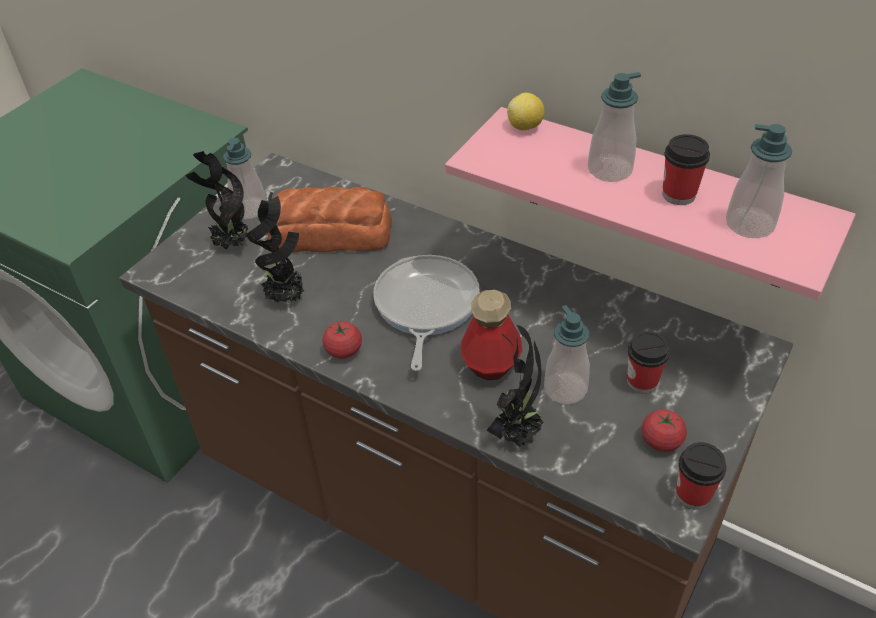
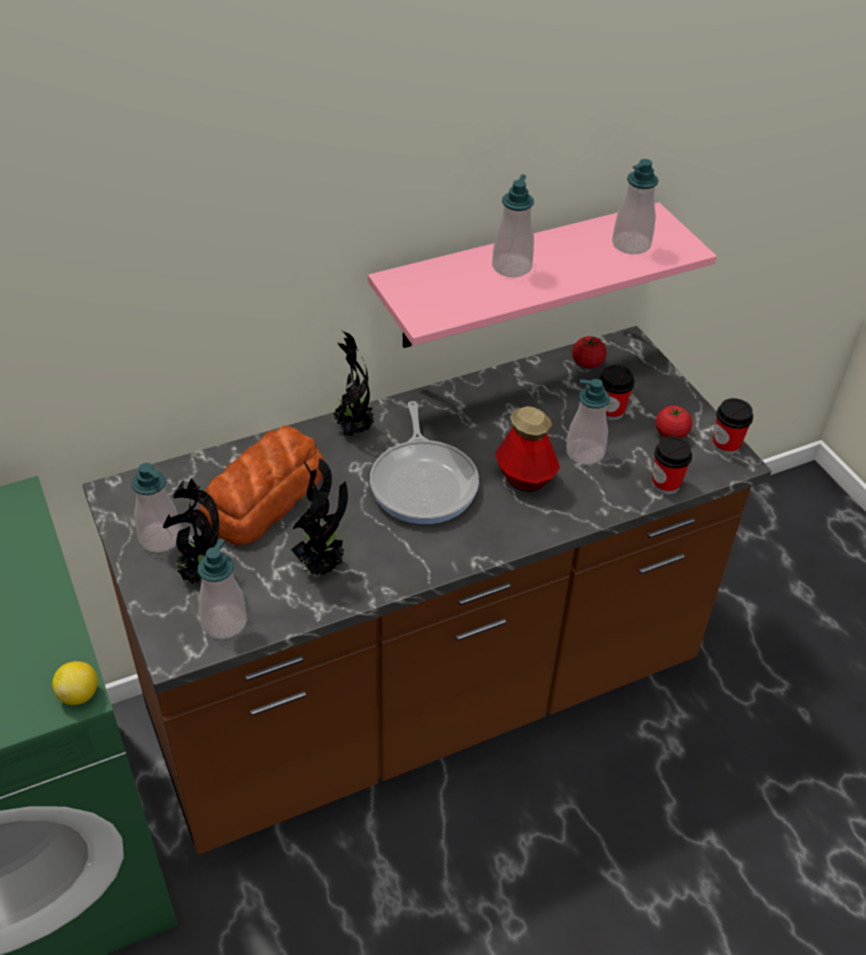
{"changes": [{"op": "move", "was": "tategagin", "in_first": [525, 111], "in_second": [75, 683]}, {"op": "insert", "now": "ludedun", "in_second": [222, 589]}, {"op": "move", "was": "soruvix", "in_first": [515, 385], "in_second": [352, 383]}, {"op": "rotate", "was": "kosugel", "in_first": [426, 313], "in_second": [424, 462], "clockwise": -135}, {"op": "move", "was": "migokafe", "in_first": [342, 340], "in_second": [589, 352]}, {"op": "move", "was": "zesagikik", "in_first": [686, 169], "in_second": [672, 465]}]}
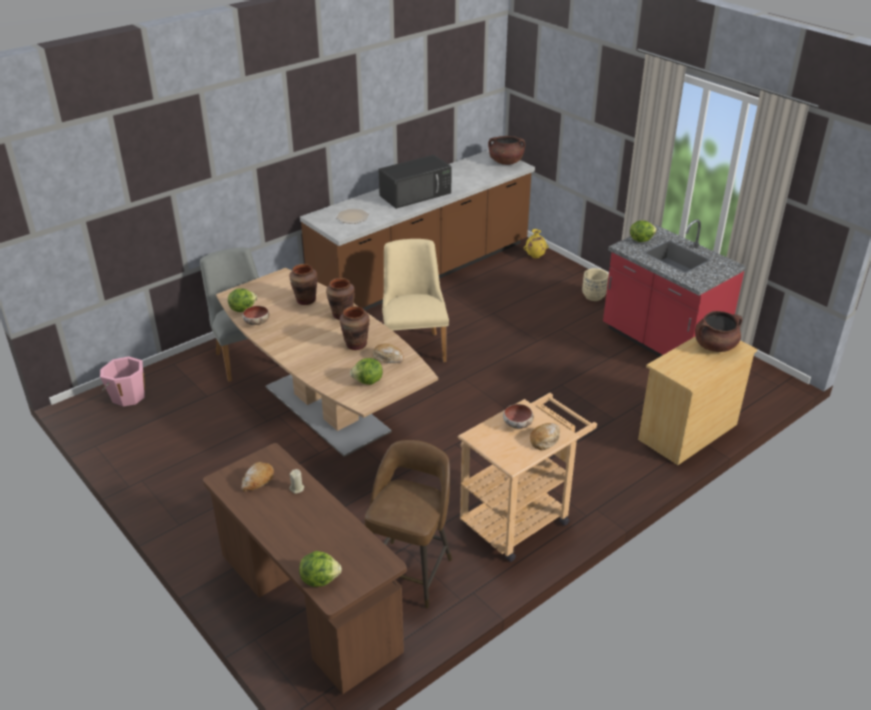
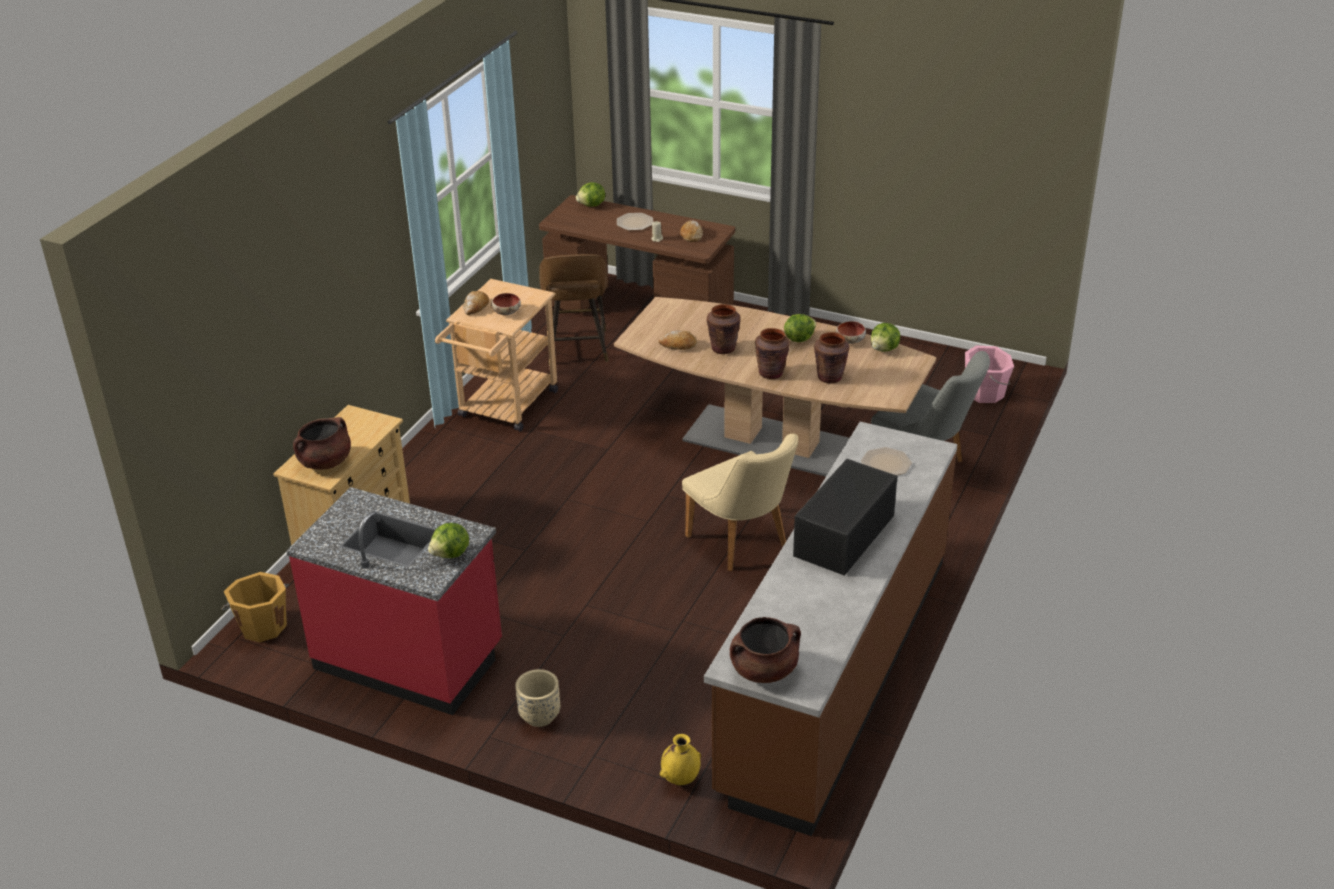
{"changes": [{"op": "insert", "now": "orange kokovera", "in_second": [255, 607]}, {"op": "insert", "now": "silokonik", "in_second": [635, 221]}, {"op": "move", "was": "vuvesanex", "in_first": [366, 371], "in_second": [800, 328]}]}
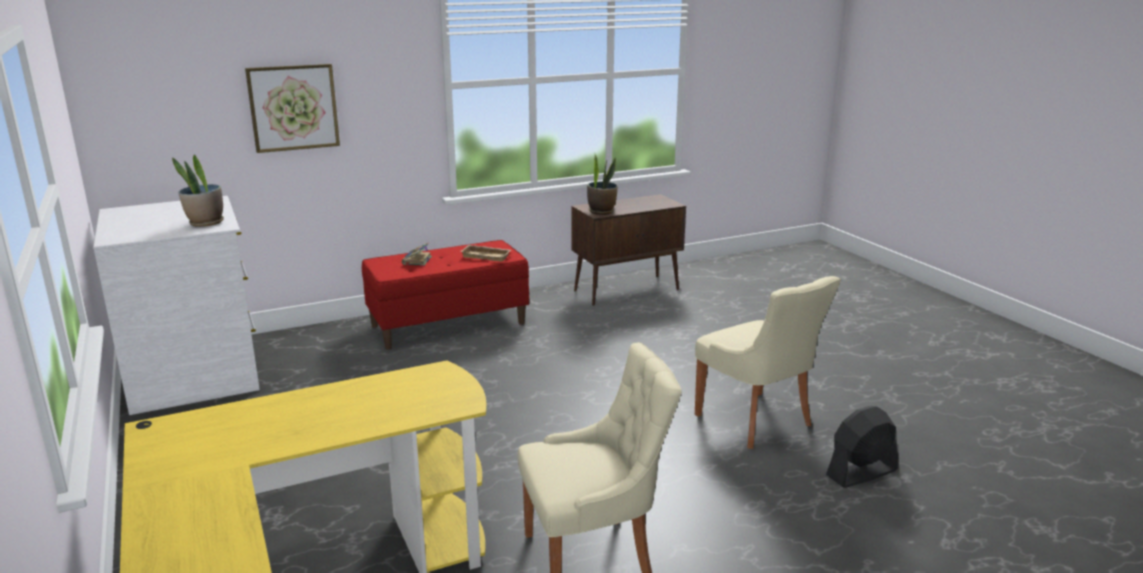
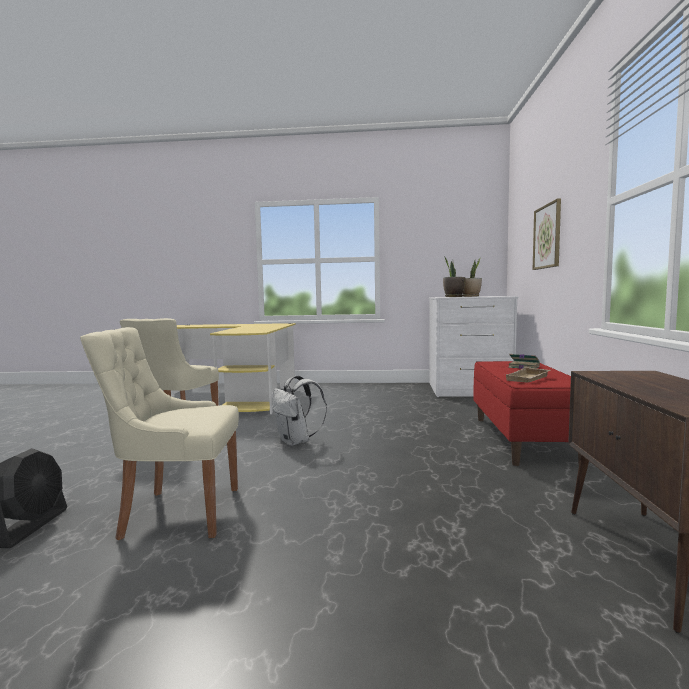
{"changes": [{"op": "insert", "now": "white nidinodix", "in_second": [299, 411]}, {"op": "move", "was": "soruvix", "in_first": [602, 184], "in_second": [472, 278]}]}
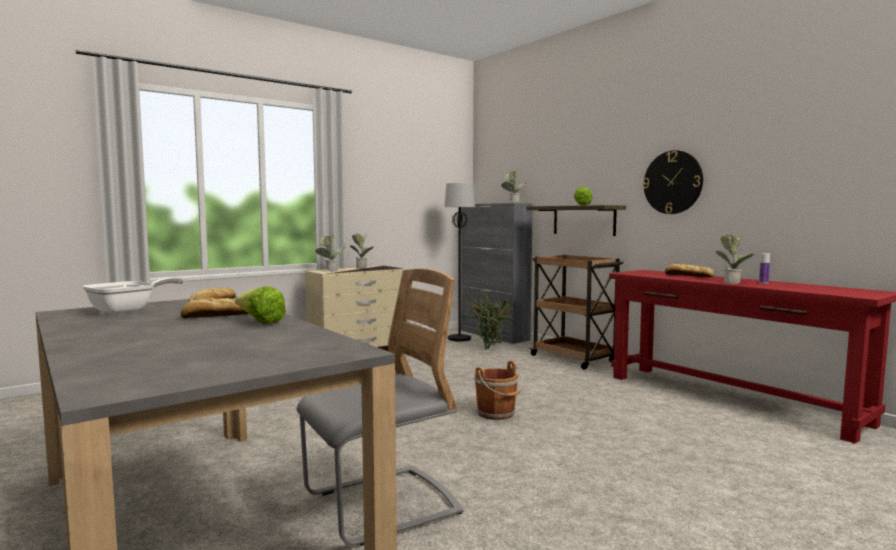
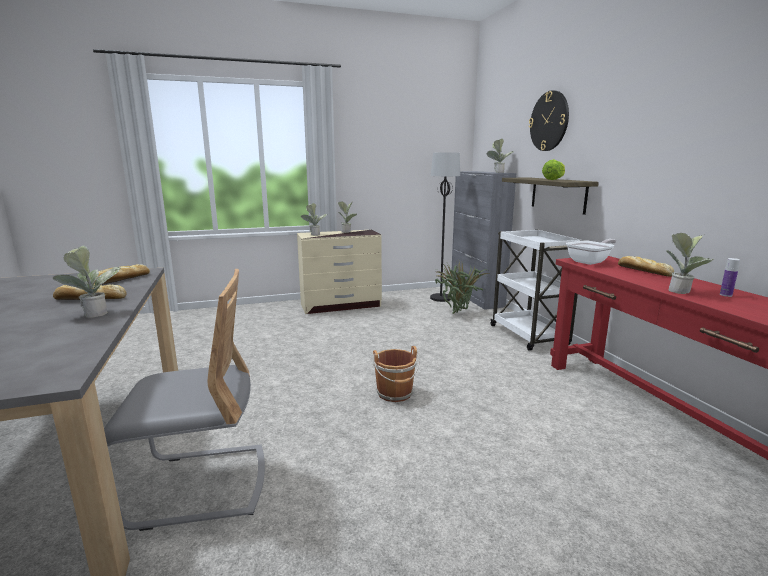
{"changes": [{"op": "replace", "was": "vuvesanex", "now": "soruvix", "in_first": [260, 305], "in_second": [87, 281]}, {"op": "recolor", "was": "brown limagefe", "now": "white limagefe", "in_first": [576, 312], "in_second": [535, 290]}, {"op": "move", "was": "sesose", "in_first": [673, 182], "in_second": [549, 120]}, {"op": "move", "was": "kosugel", "in_first": [133, 295], "in_second": [591, 252]}]}
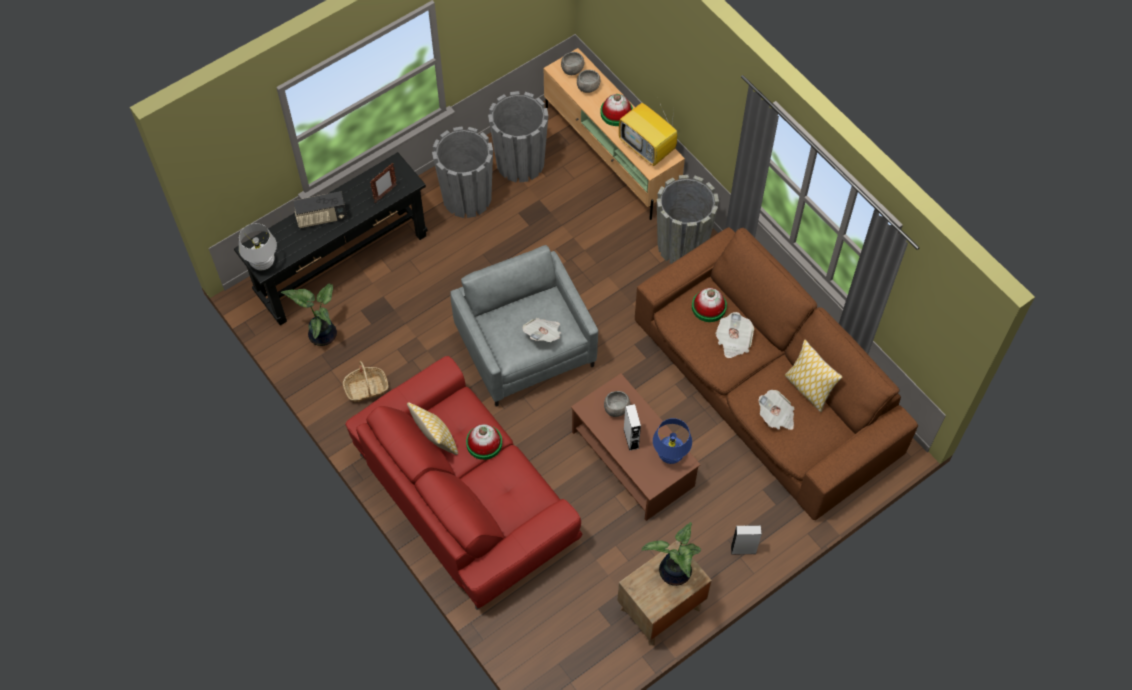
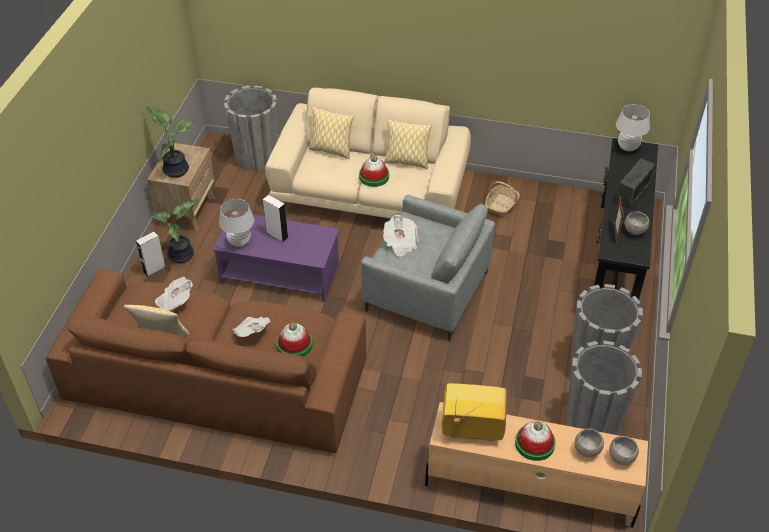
{"changes": [{"op": "move", "was": "soruvix", "in_first": [309, 315], "in_second": [175, 231]}, {"op": "recolor", "was": "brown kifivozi", "now": "purple kifivozi", "in_first": [636, 447], "in_second": [276, 256]}, {"op": "recolor", "was": "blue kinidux", "now": "white kinidux", "in_first": [672, 441], "in_second": [236, 223]}, {"op": "move", "was": "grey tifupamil", "in_first": [688, 219], "in_second": [251, 128]}, {"op": "recolor", "was": "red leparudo", "now": "beige leparudo", "in_first": [464, 483], "in_second": [368, 153]}, {"op": "insert", "now": "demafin", "in_second": [331, 132]}, {"op": "move", "was": "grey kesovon", "in_first": [617, 404], "in_second": [636, 223]}]}
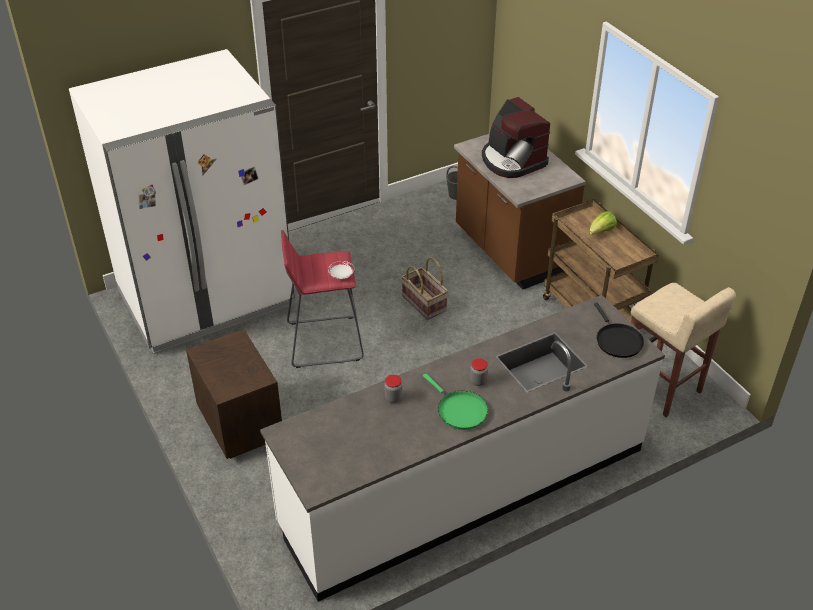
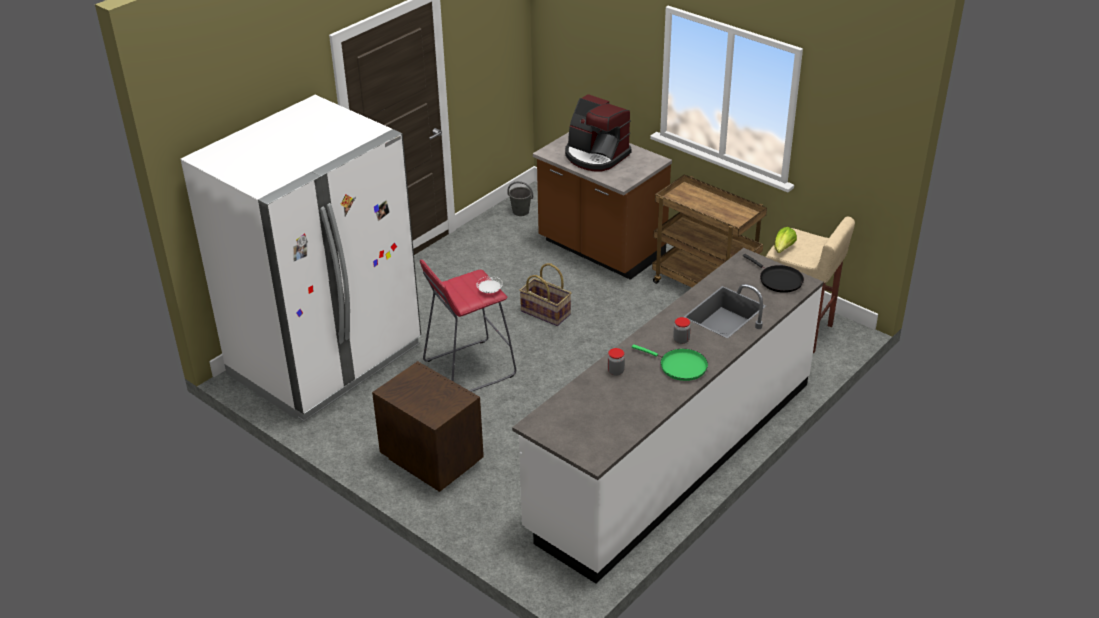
{"changes": [{"op": "move", "was": "vuvesanex", "in_first": [603, 223], "in_second": [785, 240]}]}
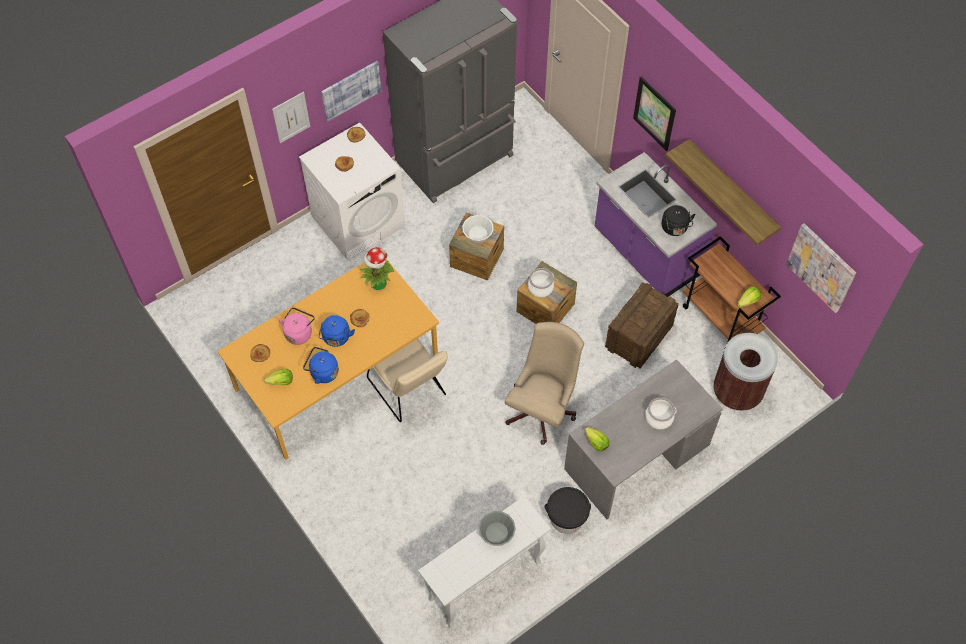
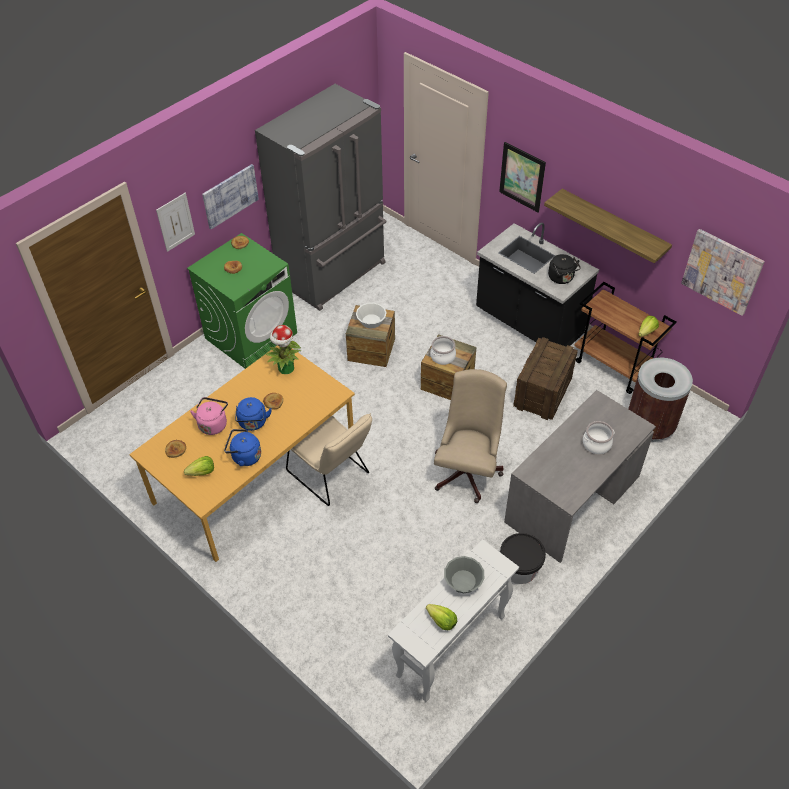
{"changes": [{"op": "recolor", "was": "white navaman", "now": "green navaman", "in_first": [352, 191], "in_second": [242, 301]}, {"op": "move", "was": "vuvesanex", "in_first": [597, 439], "in_second": [441, 617]}, {"op": "recolor", "was": "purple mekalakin", "now": "black mekalakin", "in_first": [656, 224], "in_second": [537, 285]}]}
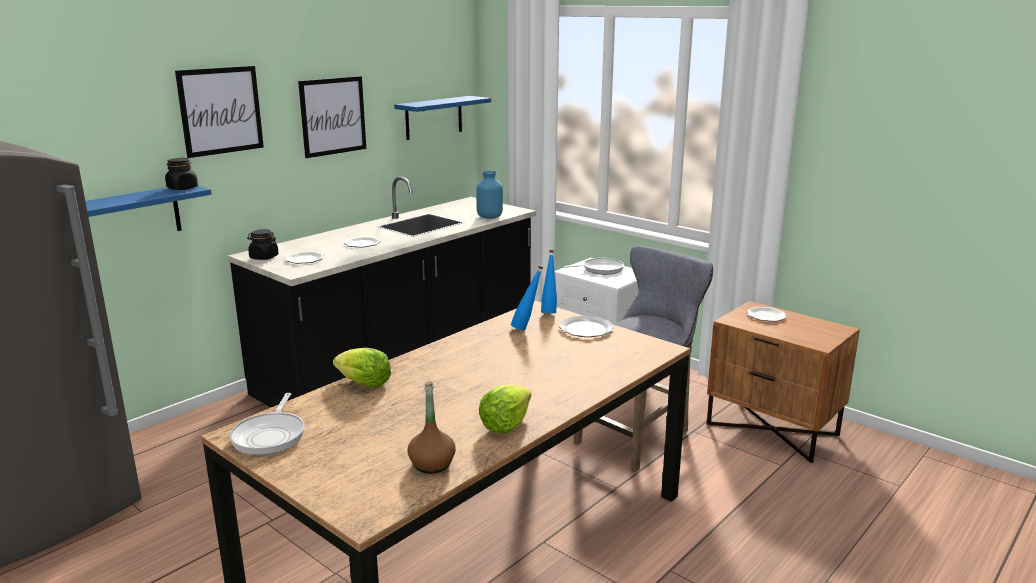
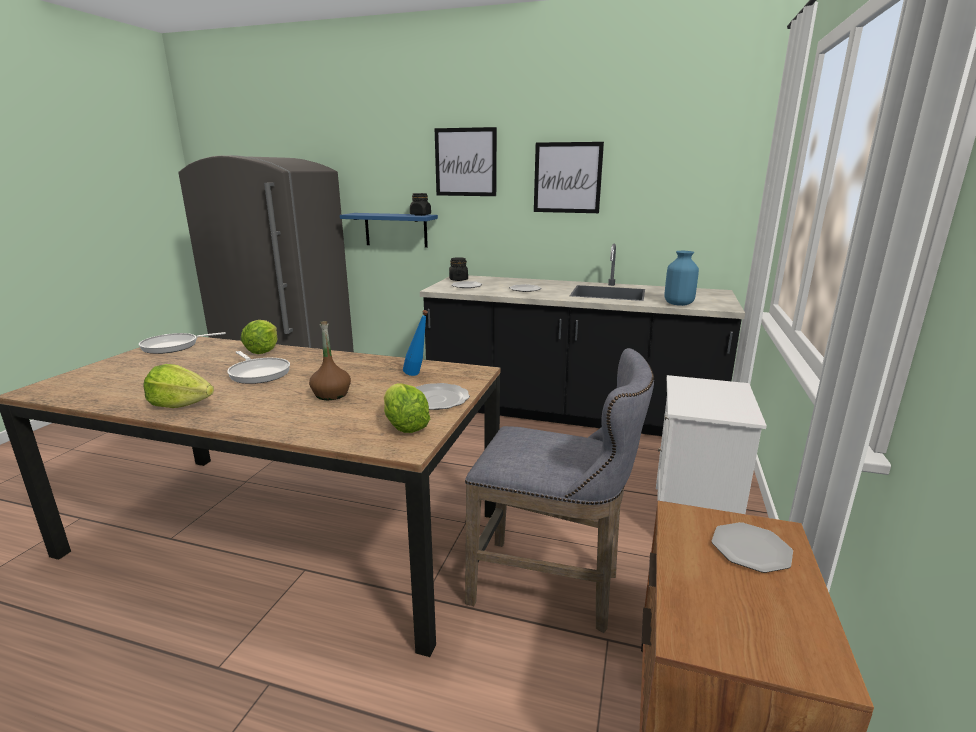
{"changes": [{"op": "move", "was": "kosugel", "in_first": [594, 266], "in_second": [258, 367]}, {"op": "move", "was": "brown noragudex", "in_first": [431, 427], "in_second": [330, 360]}, {"op": "insert", "now": "vuvesanex", "in_second": [407, 408]}, {"op": "delete", "was": "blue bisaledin", "in_first": [442, 118]}, {"op": "delete", "was": "blue noragudex", "in_first": [549, 281]}]}
